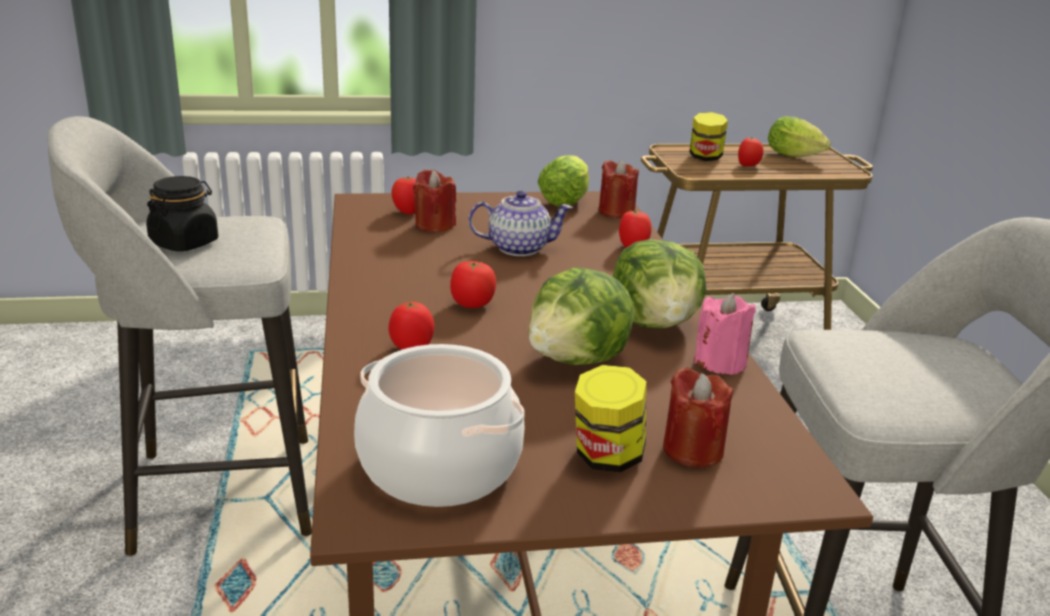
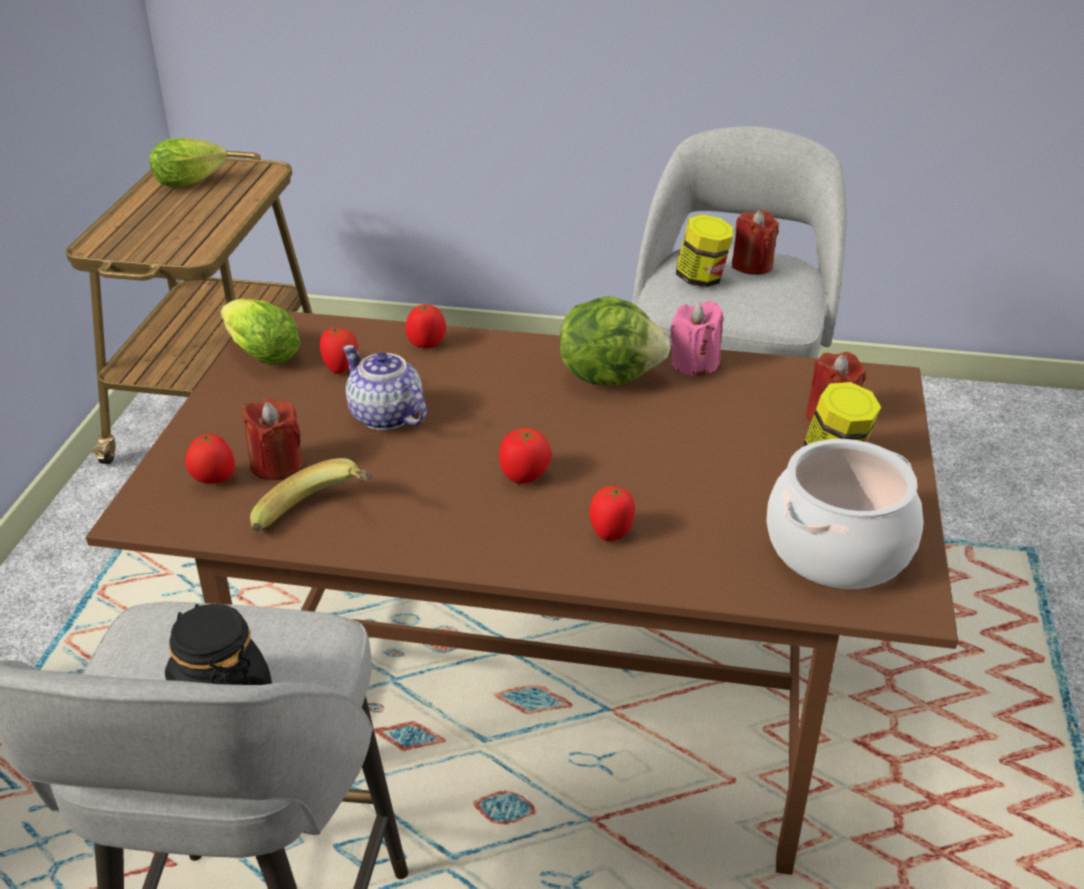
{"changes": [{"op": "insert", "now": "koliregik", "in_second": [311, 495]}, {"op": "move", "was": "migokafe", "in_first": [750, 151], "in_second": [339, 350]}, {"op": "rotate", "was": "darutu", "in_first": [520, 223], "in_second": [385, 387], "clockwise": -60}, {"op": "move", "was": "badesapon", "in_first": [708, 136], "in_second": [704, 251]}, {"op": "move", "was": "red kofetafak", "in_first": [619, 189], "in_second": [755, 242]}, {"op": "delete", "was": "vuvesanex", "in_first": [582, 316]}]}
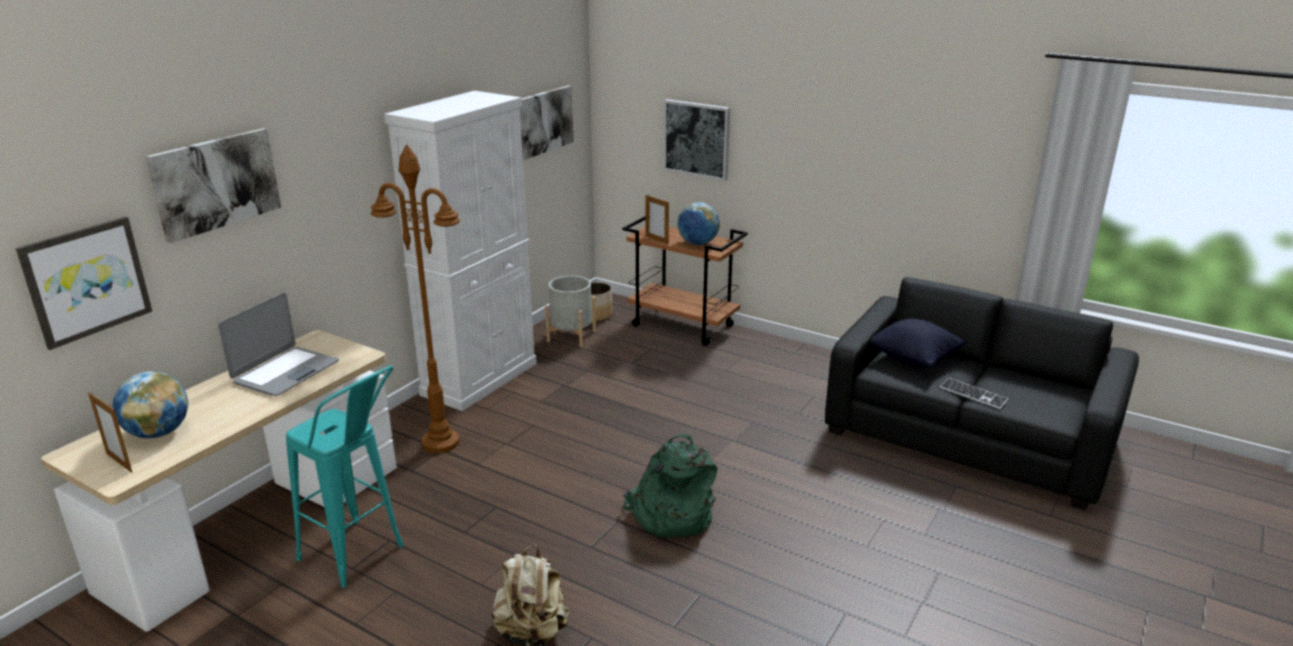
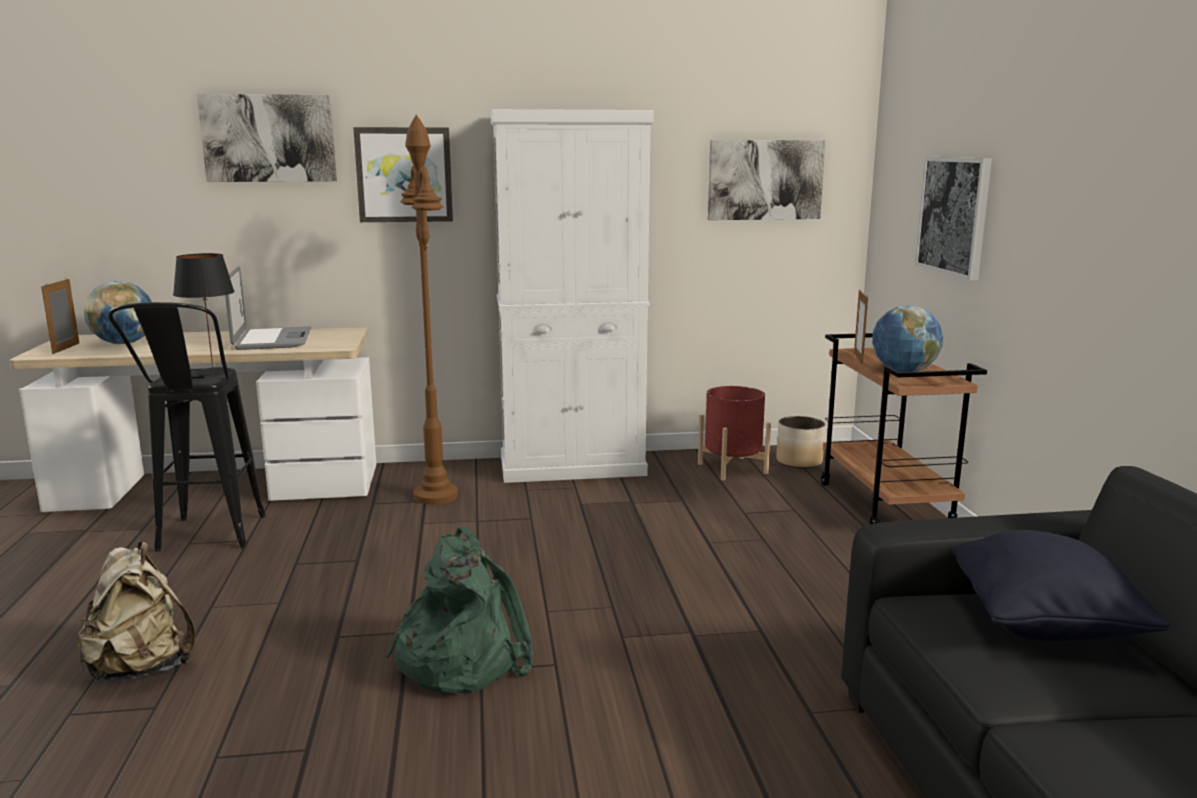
{"changes": [{"op": "recolor", "was": "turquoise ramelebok", "now": "black ramelebok", "in_first": [345, 476], "in_second": [187, 427]}, {"op": "insert", "now": "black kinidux", "in_second": [204, 314]}, {"op": "rotate", "was": "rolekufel", "in_first": [278, 344], "in_second": [268, 308], "clockwise": -90}, {"op": "move", "was": "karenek", "in_first": [84, 283], "in_second": [403, 174]}, {"op": "recolor", "was": "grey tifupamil", "now": "red tifupamil", "in_first": [570, 311], "in_second": [734, 433]}, {"op": "delete", "was": "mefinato", "in_first": [974, 393]}]}
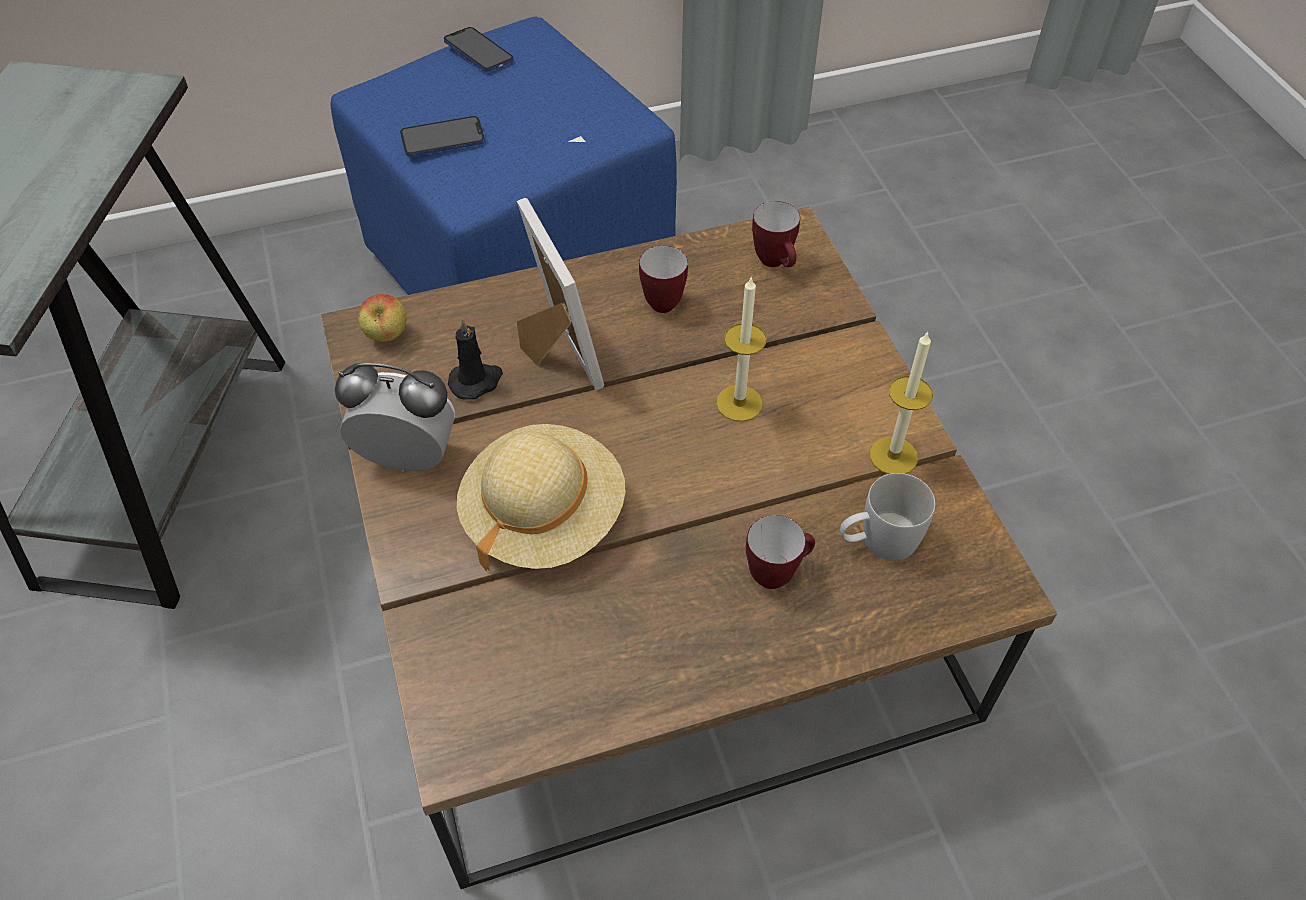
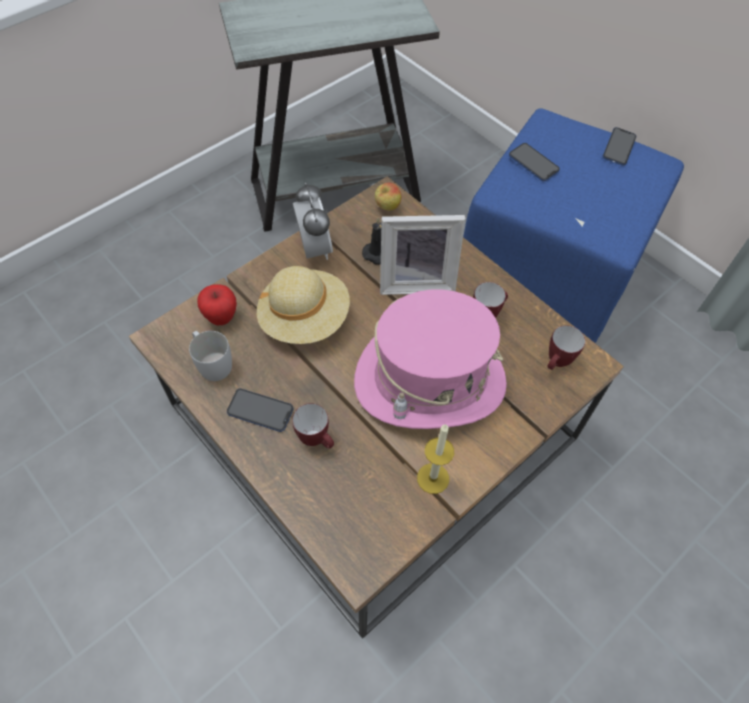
{"changes": [{"op": "move", "was": "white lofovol", "in_first": [887, 517], "in_second": [210, 356]}, {"op": "insert", "now": "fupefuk", "in_second": [217, 304]}, {"op": "insert", "now": "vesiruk", "in_second": [260, 410]}, {"op": "replace", "was": "kofetafak", "now": "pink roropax", "in_first": [741, 349], "in_second": [430, 359]}, {"op": "rotate", "was": "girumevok", "in_first": [560, 294], "in_second": [422, 255], "clockwise": 45}]}
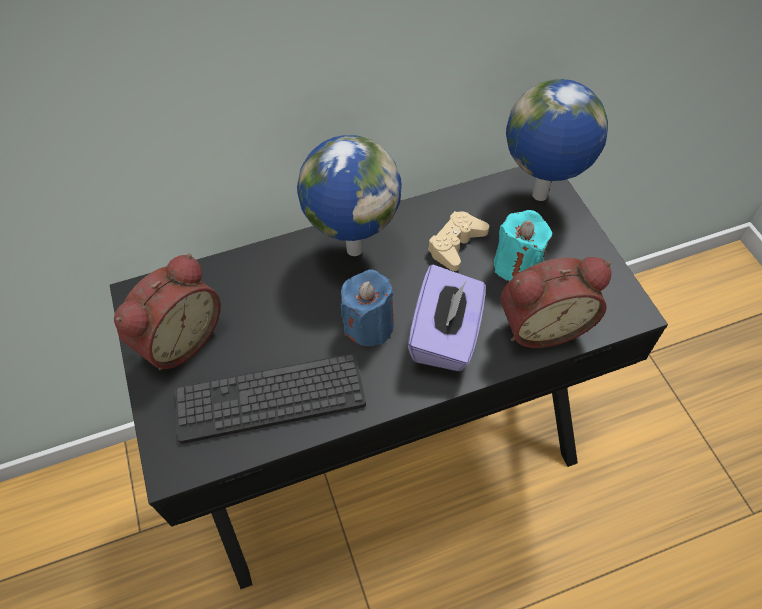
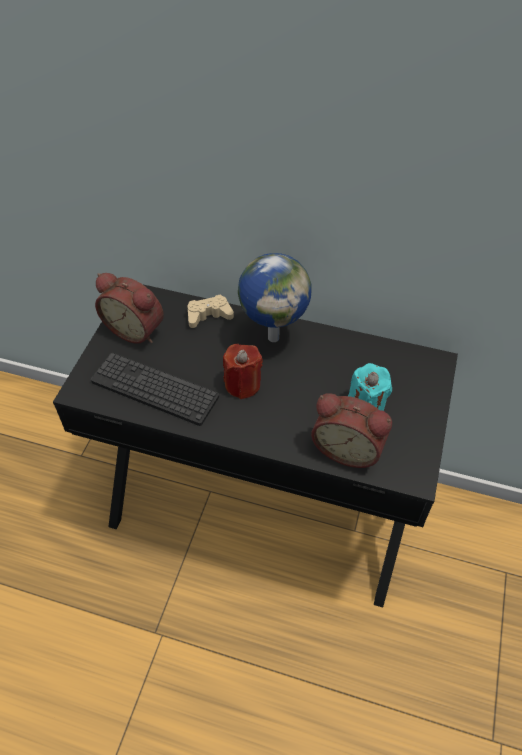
{"changes": [{"op": "rotate", "was": "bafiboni", "in_first": [167, 312], "in_second": [129, 308], "clockwise": 45}, {"op": "move", "was": "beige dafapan", "in_first": [458, 241], "in_second": [210, 311]}, {"op": "recolor", "was": "blue kofetafak", "now": "red kofetafak", "in_first": [367, 307], "in_second": [243, 371]}, {"op": "delete", "was": "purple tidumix", "in_first": [446, 317]}, {"op": "delete", "was": "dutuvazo", "in_first": [557, 140]}]}
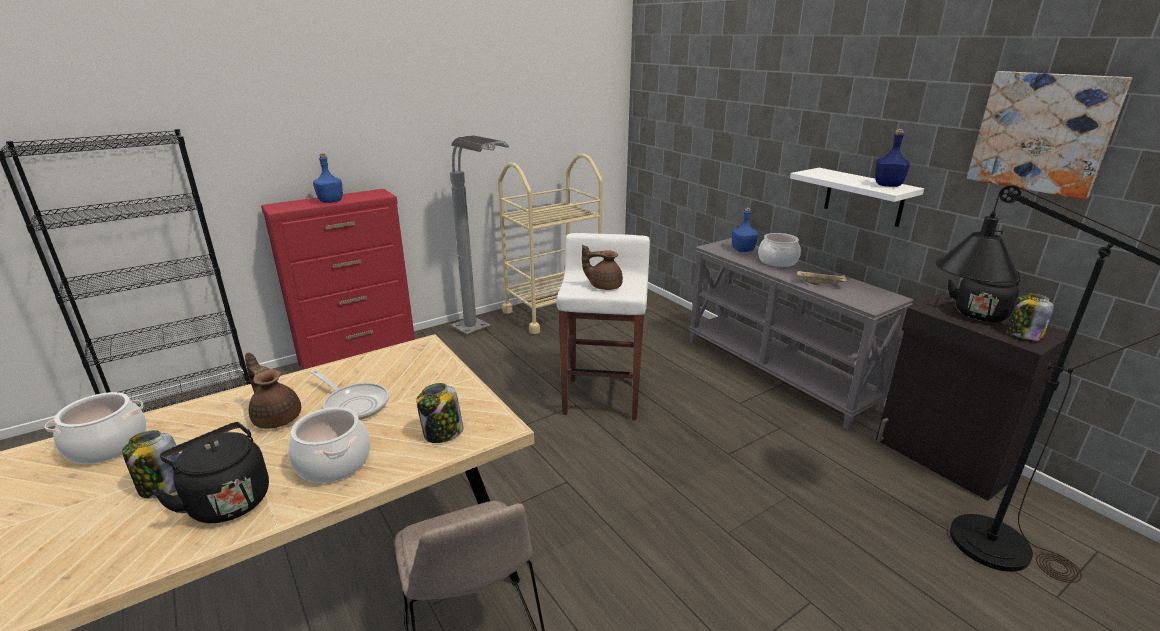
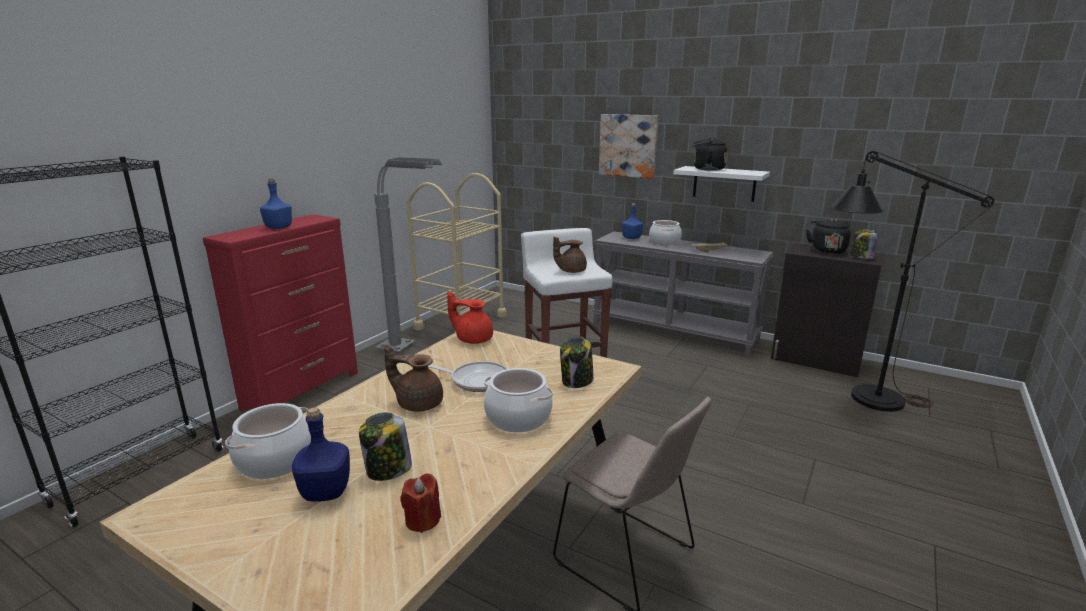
{"changes": [{"op": "move", "was": "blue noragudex", "in_first": [892, 158], "in_second": [321, 454]}, {"op": "insert", "now": "red kofetafak", "in_second": [420, 503]}, {"op": "insert", "now": "red darutu", "in_second": [470, 317]}, {"op": "move", "was": "karenek", "in_first": [1049, 135], "in_second": [629, 146]}, {"op": "move", "was": "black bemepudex", "in_first": [211, 472], "in_second": [710, 154]}]}
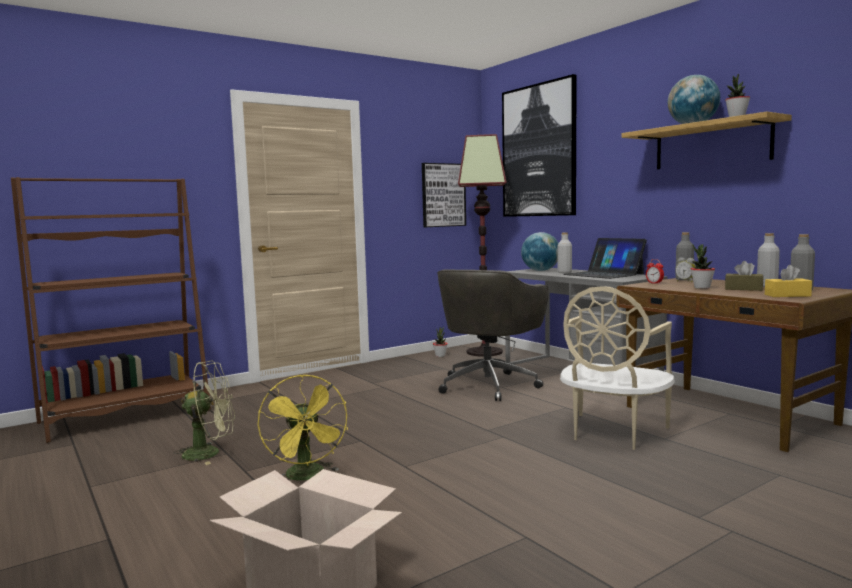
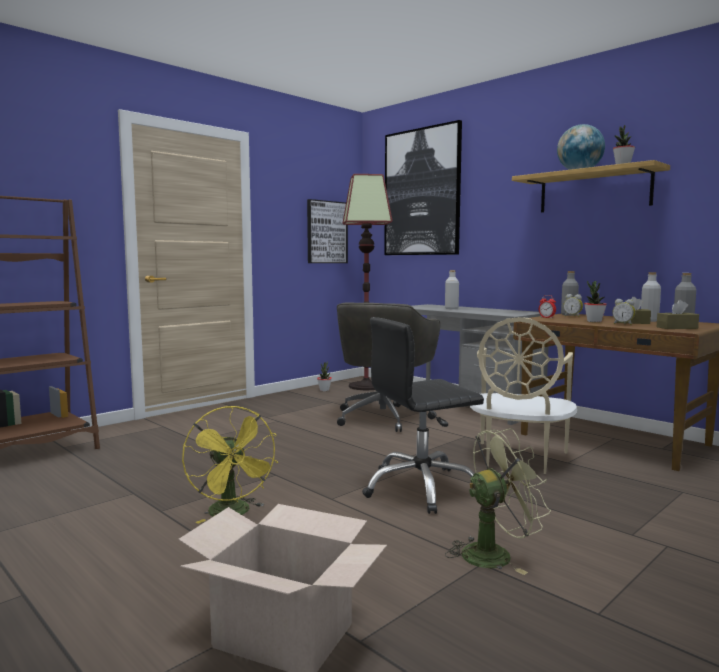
{"changes": [{"op": "insert", "now": "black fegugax", "in_second": [423, 415]}, {"op": "move", "was": "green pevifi", "in_first": [204, 412], "in_second": [498, 501]}, {"op": "insert", "now": "bafiboni", "in_second": [623, 312]}, {"op": "recolor", "was": "yellow tidumix", "now": "brown tidumix", "in_first": [788, 281], "in_second": [678, 314]}, {"op": "delete", "was": "dutuvazo", "in_first": [539, 251]}, {"op": "delete", "was": "rolekufel", "in_first": [605, 258]}]}
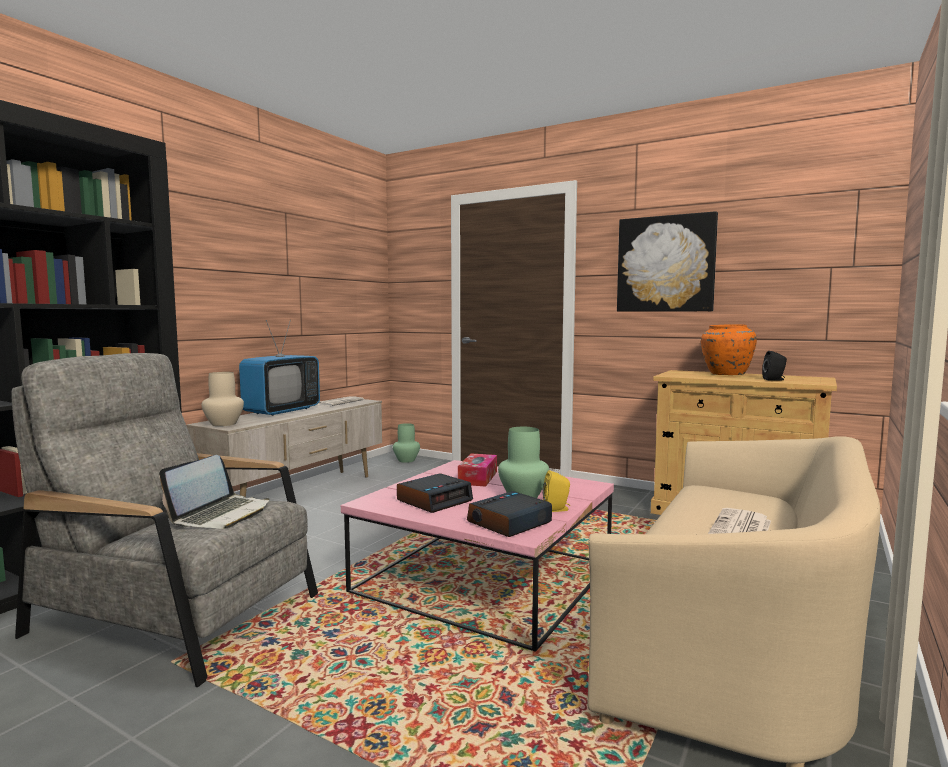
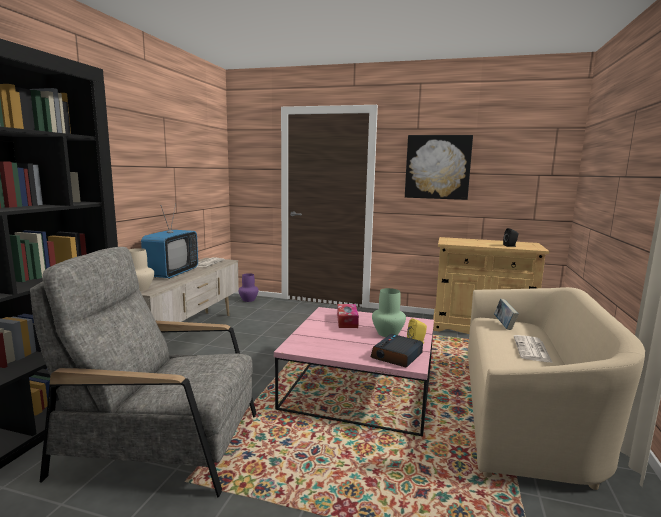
{"changes": [{"op": "recolor", "was": "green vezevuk", "now": "purple vezevuk", "in_first": [406, 443], "in_second": [249, 287]}, {"op": "insert", "now": "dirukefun", "in_second": [506, 314]}, {"op": "delete", "was": "rolekufel", "in_first": [214, 492]}, {"op": "delete", "was": "bafiboni", "in_first": [435, 493]}, {"op": "delete", "was": "orange vezevuk", "in_first": [729, 349]}]}
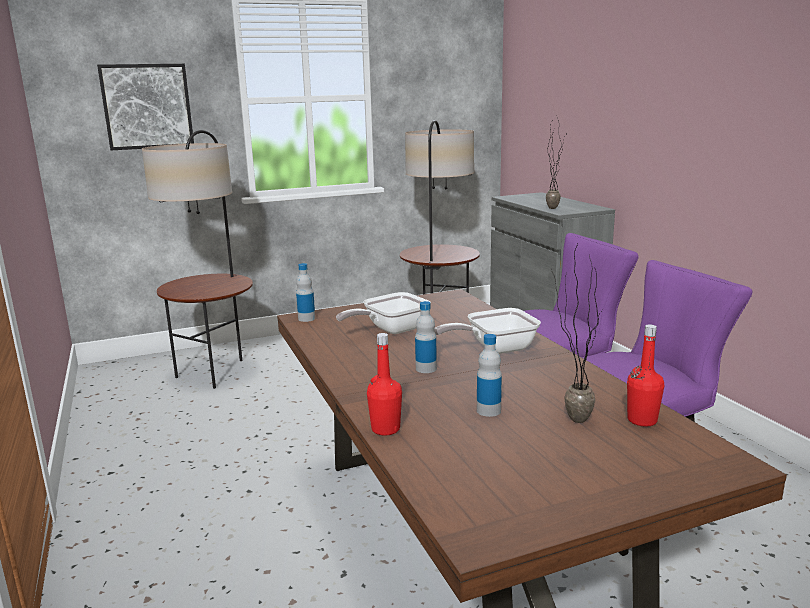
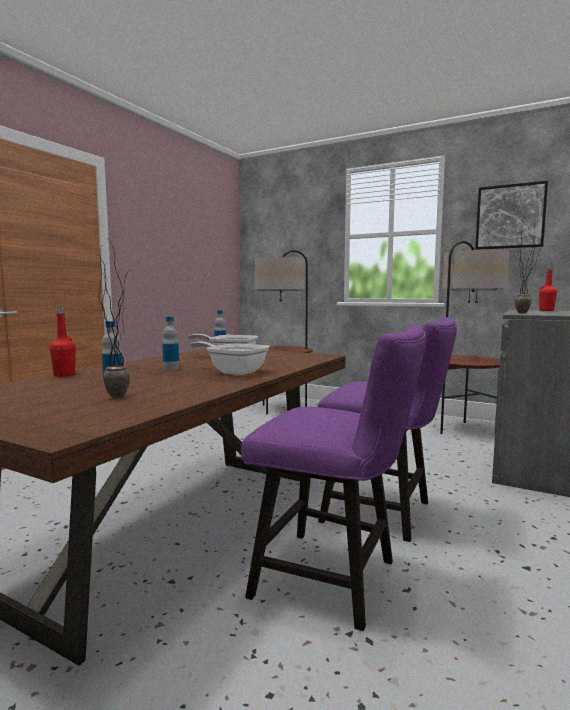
{"changes": [{"op": "move", "was": "karenek", "in_first": [145, 107], "in_second": [511, 215]}, {"op": "move", "was": "red noragudex", "in_first": [645, 376], "in_second": [548, 288]}]}
